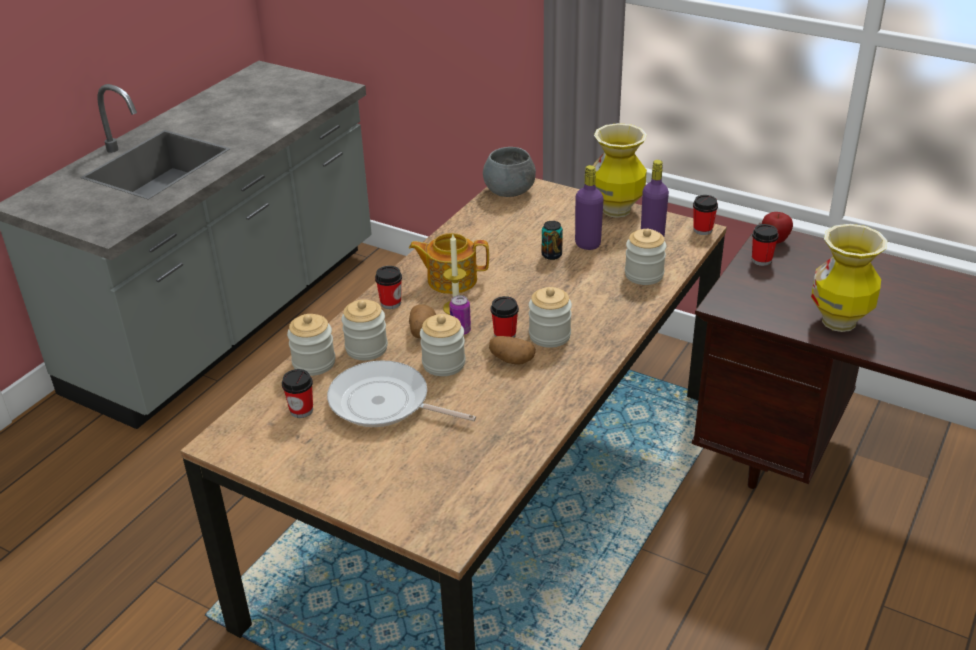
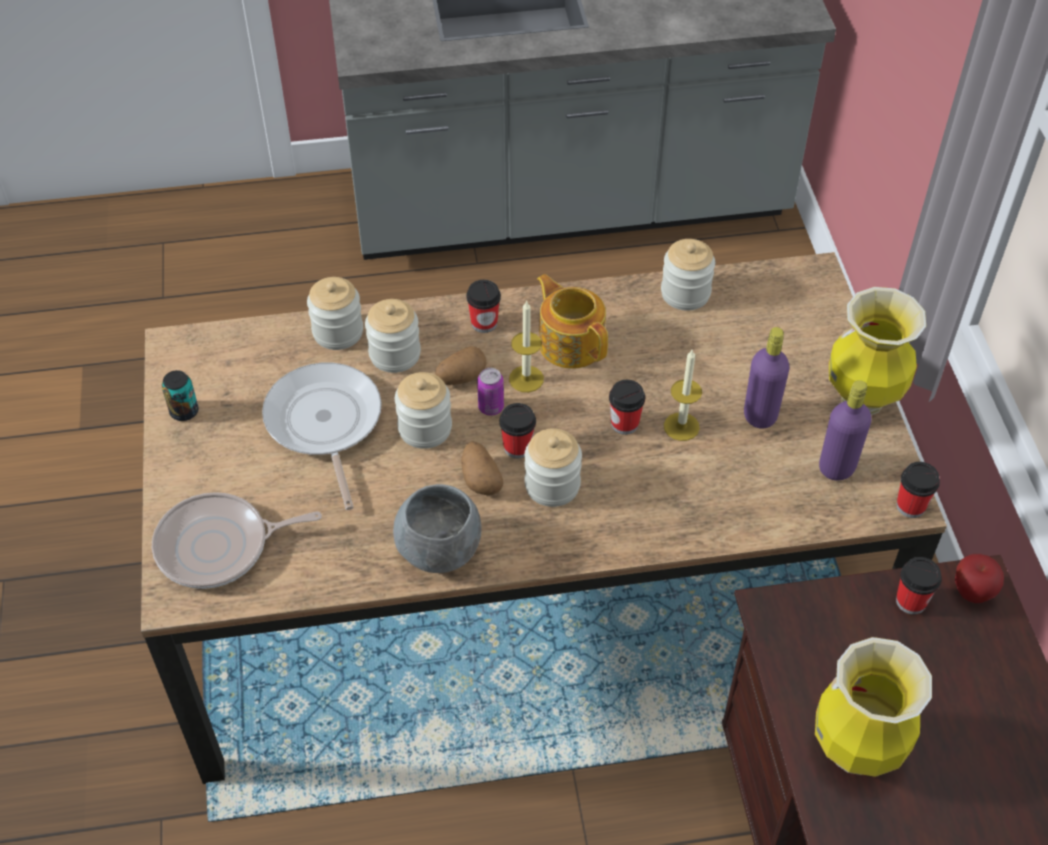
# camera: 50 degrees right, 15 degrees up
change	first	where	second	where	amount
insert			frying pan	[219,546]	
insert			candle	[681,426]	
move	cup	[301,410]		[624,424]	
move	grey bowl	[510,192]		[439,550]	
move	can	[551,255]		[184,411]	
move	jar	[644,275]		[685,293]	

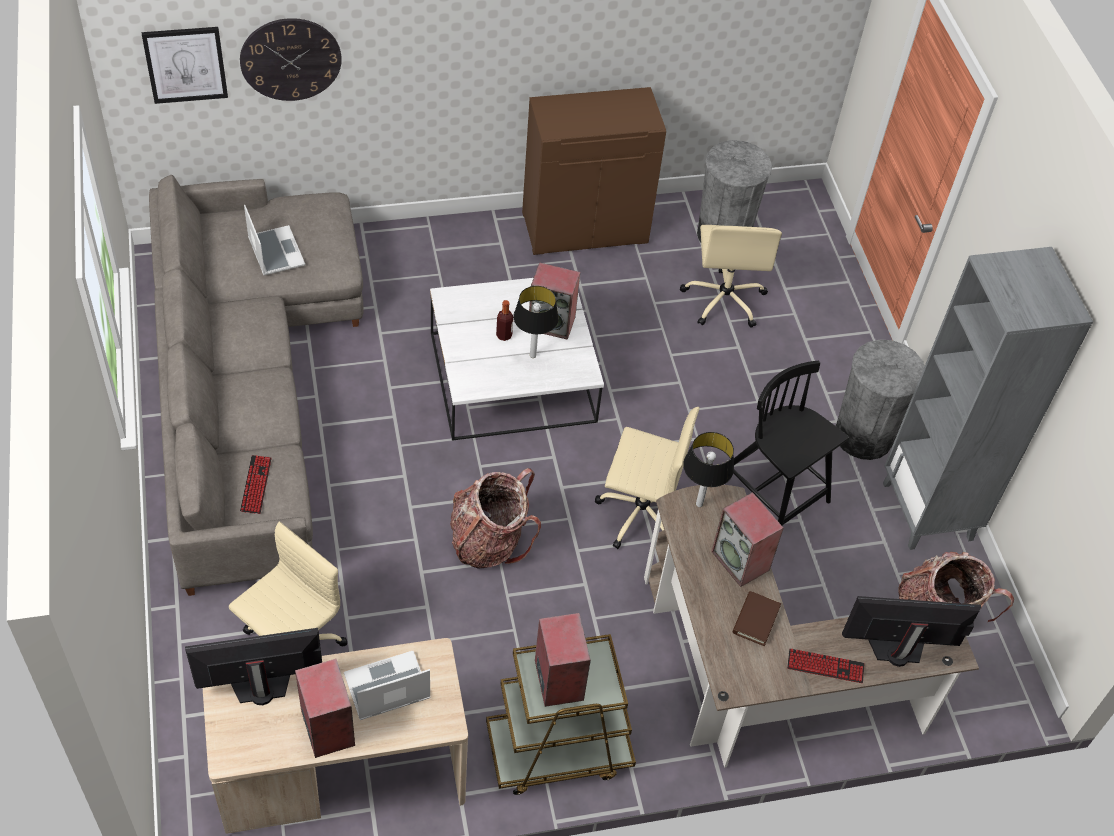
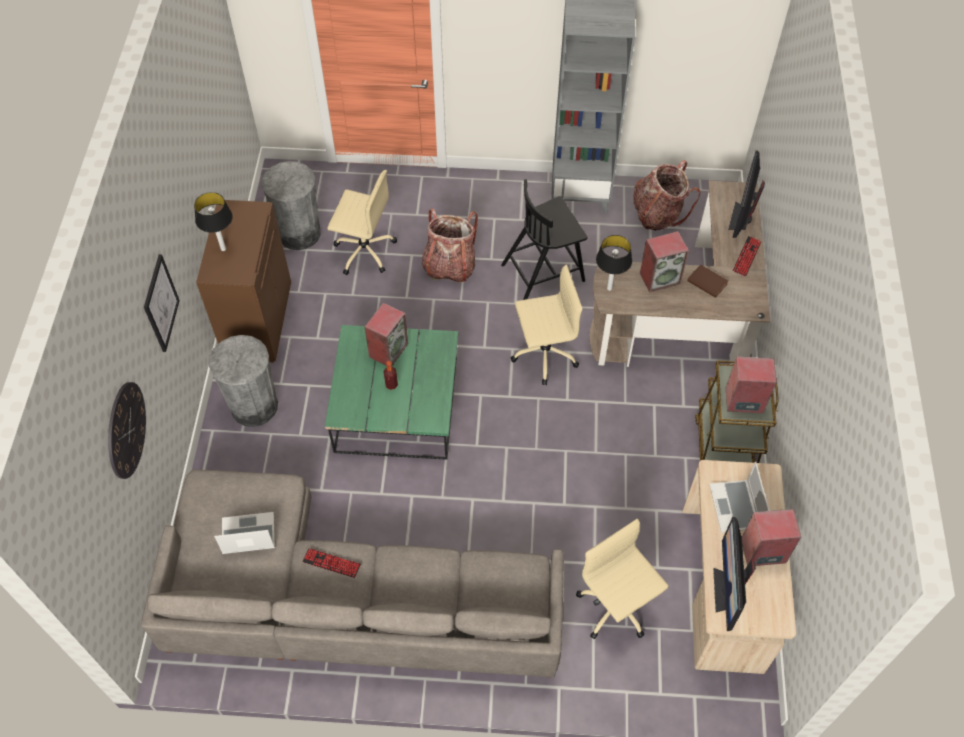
# camera: 70 degrees left, 5 degrees up
change	first	where	second	where	amount
move	picture	[185,64]		[160,303]	
move	keyboard	[256,485]		[331,563]	
move	backpack	[489,541]		[449,266]	
move	table lamp	[532,355]		[223,249]	
move	grey trash can	[863,436]		[254,406]	
recolor	white coffee table	[510,376]	green coffee table	[395,406]	
rotate	beige office chair	[639,512]		[543,354]	45 degrees clockwise

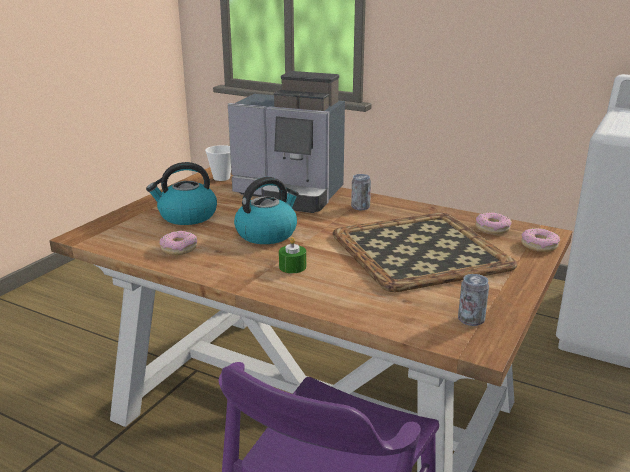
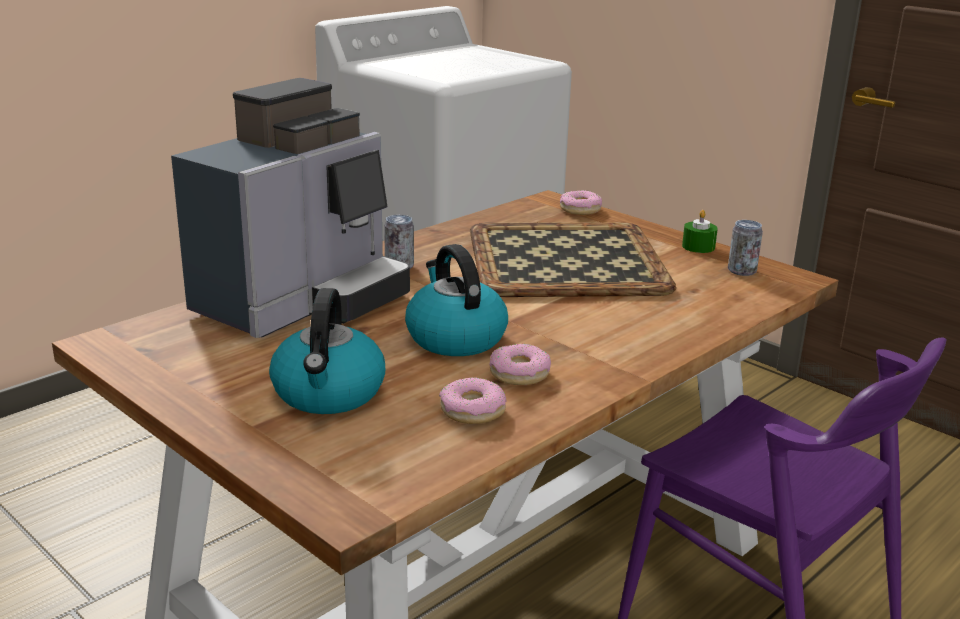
# camera: 75 degrees left, 0 degrees up
change	first	where	second	where	amount
delete	cup	[221,178]			
move	green candle	[292,267]		[698,247]	
move	donut	[492,228]		[519,373]	

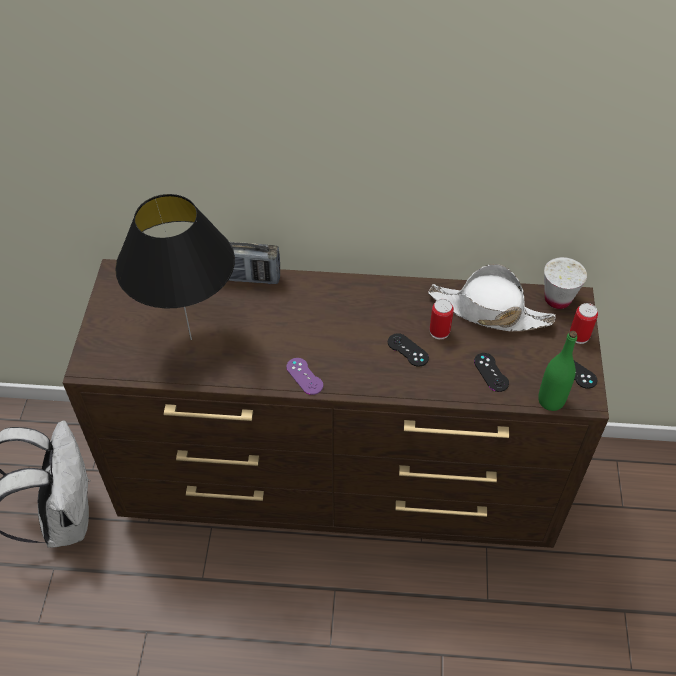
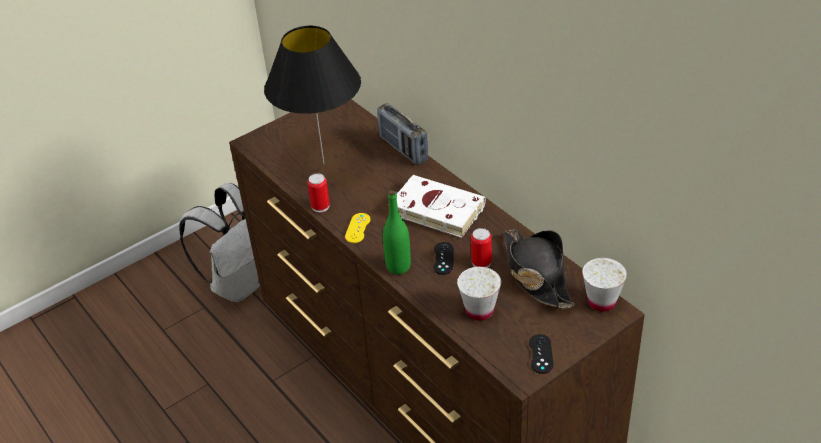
# camera: 50 degrees right, 10 degrees down
change	first	where	second	where	amount
insert			white book	[434,210]	
move	green bottle	[551,400]		[398,266]	
move	can	[579,336]		[320,206]	
replace	black game controller	[491,372]	white cup	[479,311]	
recolor	purple game controller	[304,376]	yellow game controller	[357,228]	
recolor	white hat	[489,311]	black hat	[536,274]	

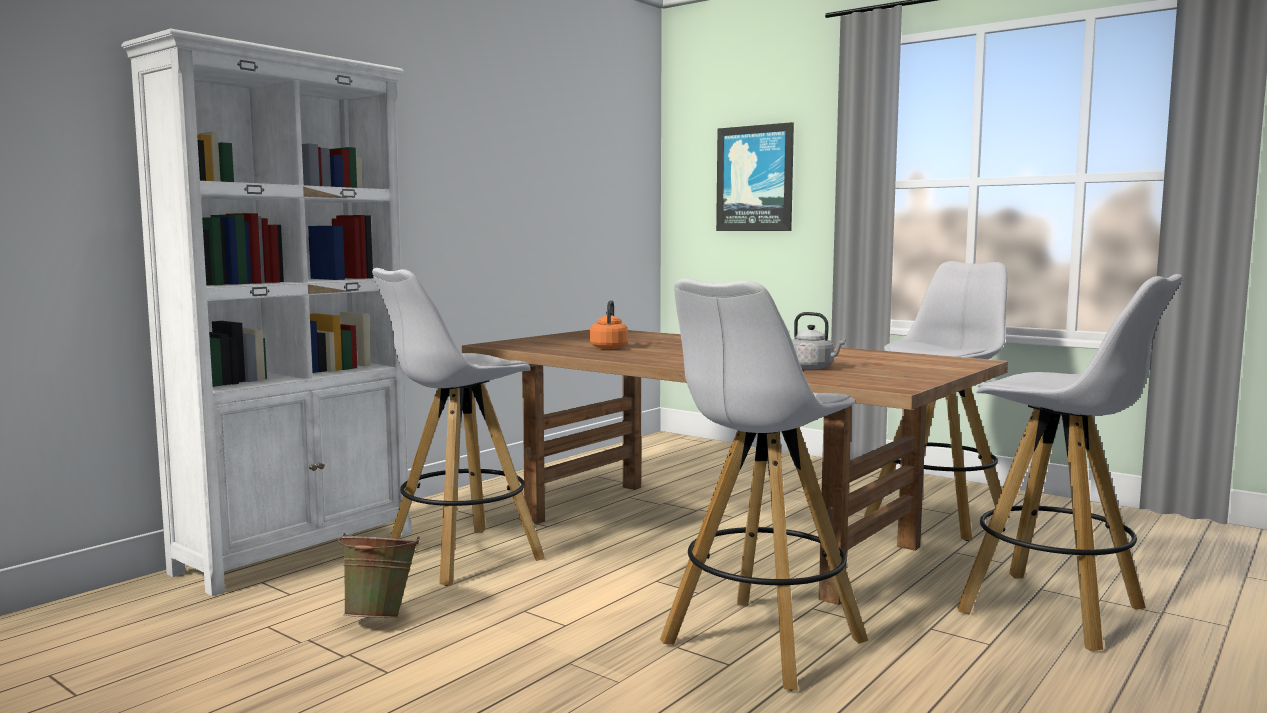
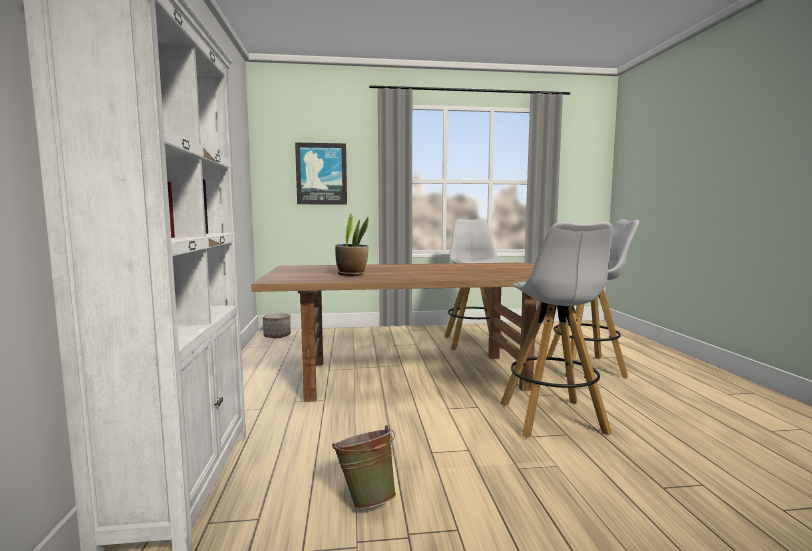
# camera: 45 degrees left, 0 degrees up
change	first	where	second	where	amount
delete	white stool	[461,557]			
delete	grey kettle	[813,368]			
insert			planter	[277,336]	
replace	orange kettle	[609,347]	potted plant	[352,274]	

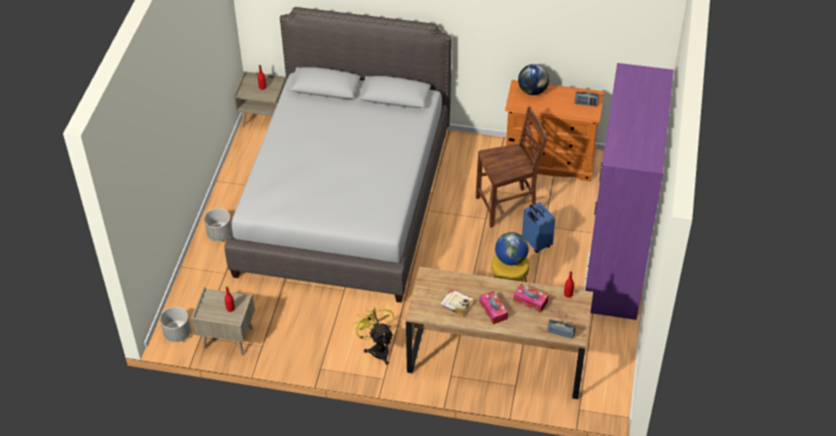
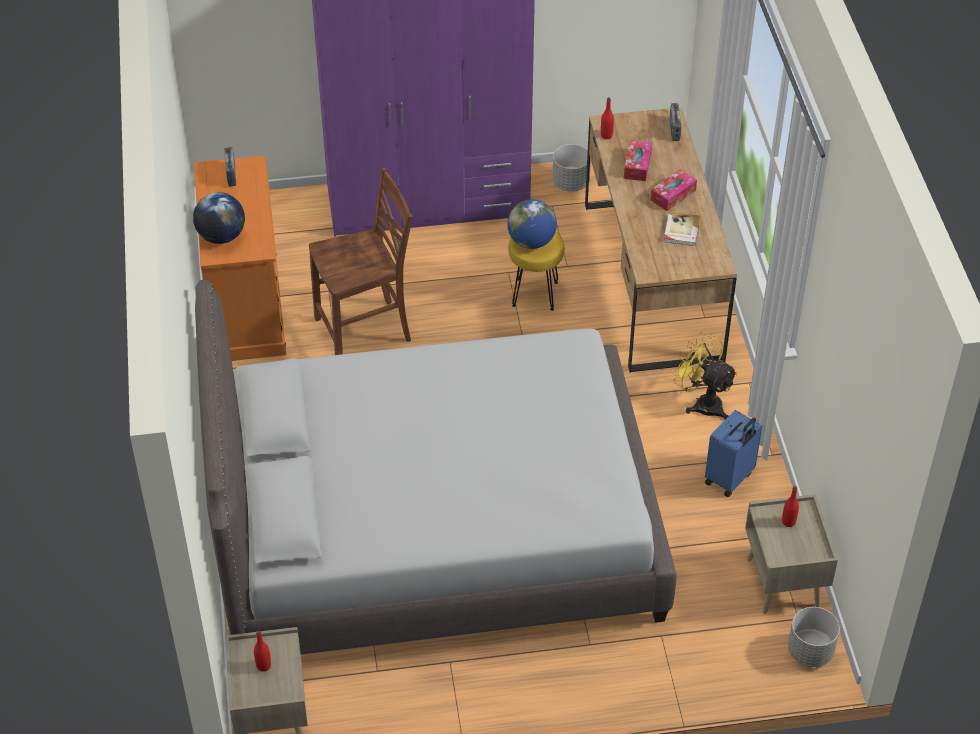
# camera: 110 degrees left, 0 degrees up
change	first	where	second	where	amount
move	grey planter	[219,234]		[570,183]	
move	blue suitcase	[535,243]		[730,478]	
rotate	yellow fan	[378,348]		[702,403]	90 degrees clockwise
rotate	brown chair	[508,207]		[365,331]	105 degrees clockwise

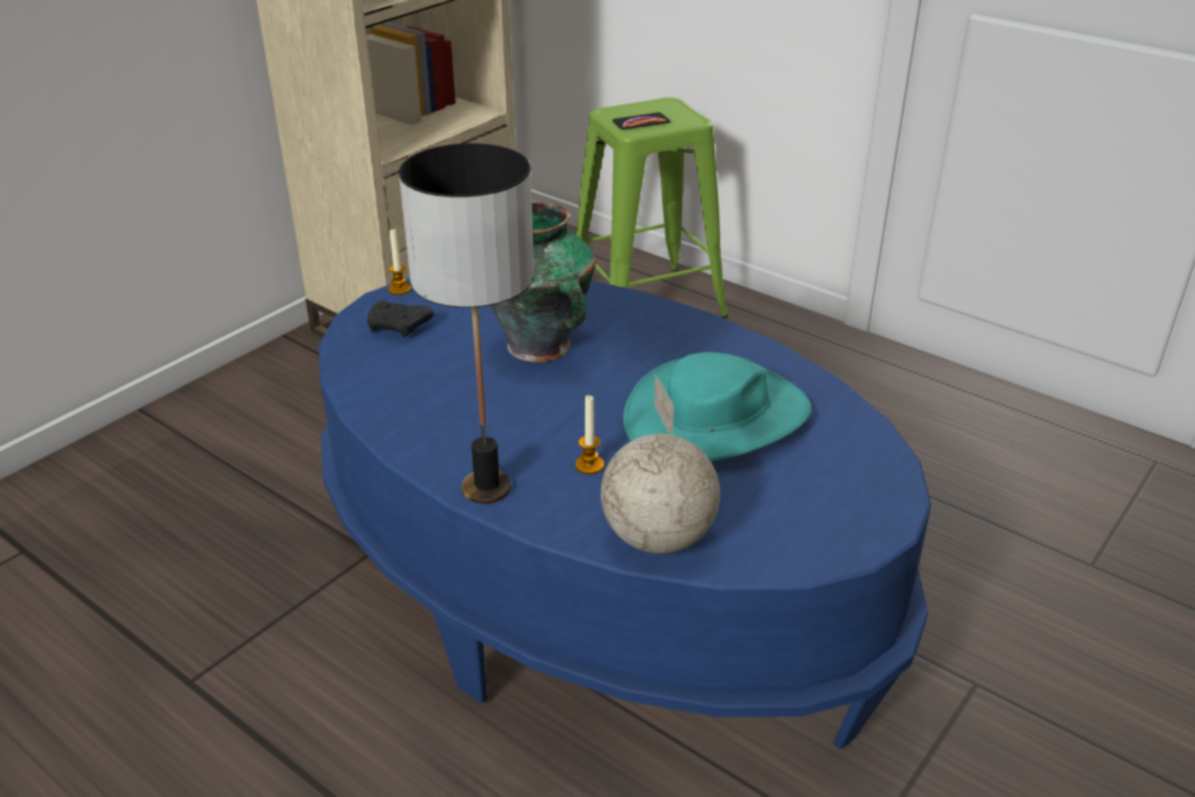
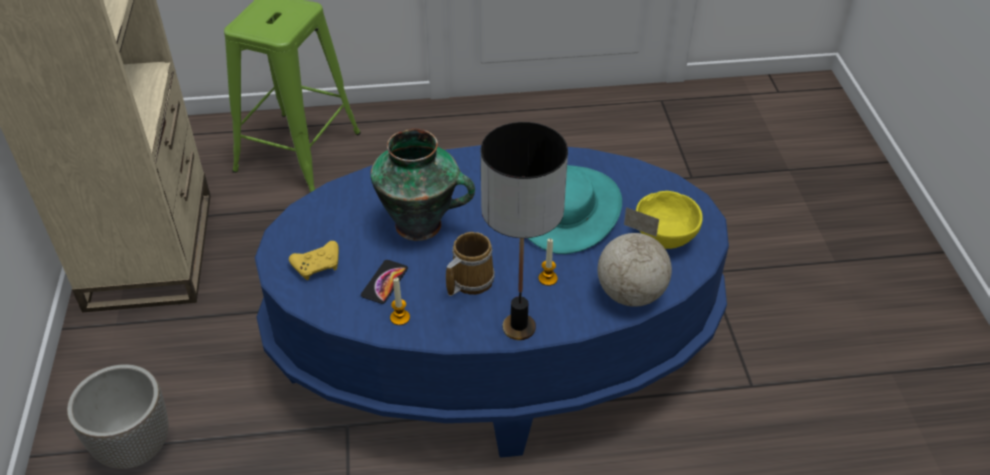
# camera: 45 degrees left, 10 degrees up
change	first	where	second	where	amount
insert			planter	[136,447]	
insert			mug	[469,280]	
insert			yellow bowl	[665,237]	
move	candle	[399,289]		[400,318]	
move	phone	[641,122]		[384,282]	
recolor	black game controller	[399,327]	yellow game controller	[318,265]	

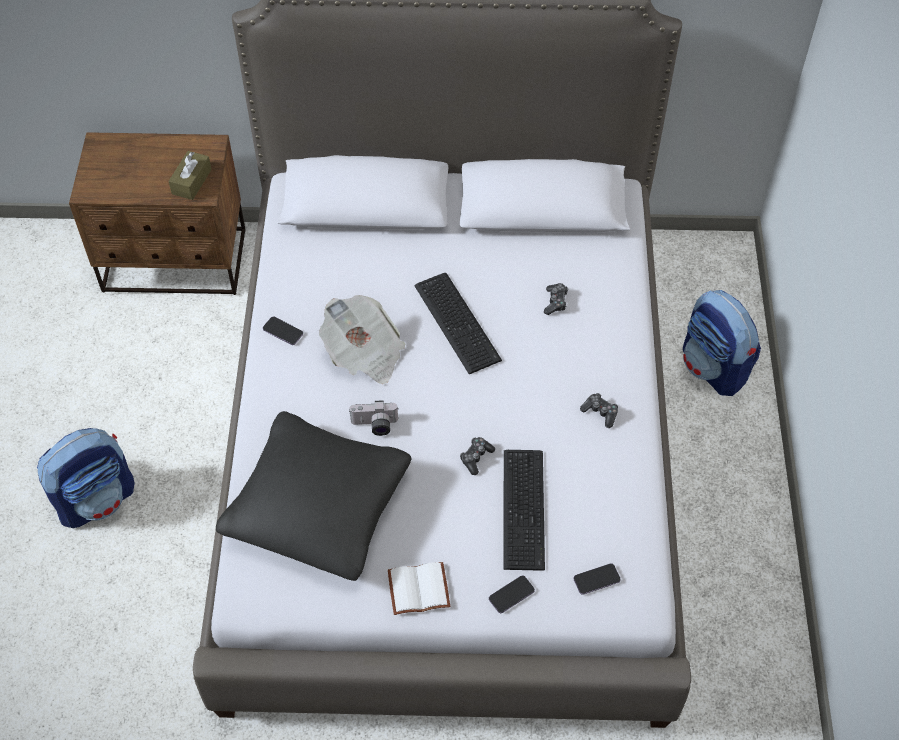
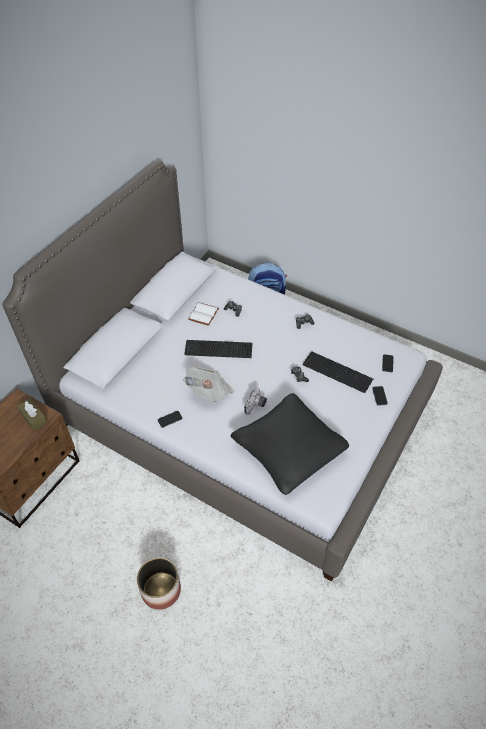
# camera: 60 degrees left, 5 degrees down
change	first	where	second	where	amount
move	white book	[418,591]		[204,315]	
replace	backpack	[97,499]	planter	[160,589]	

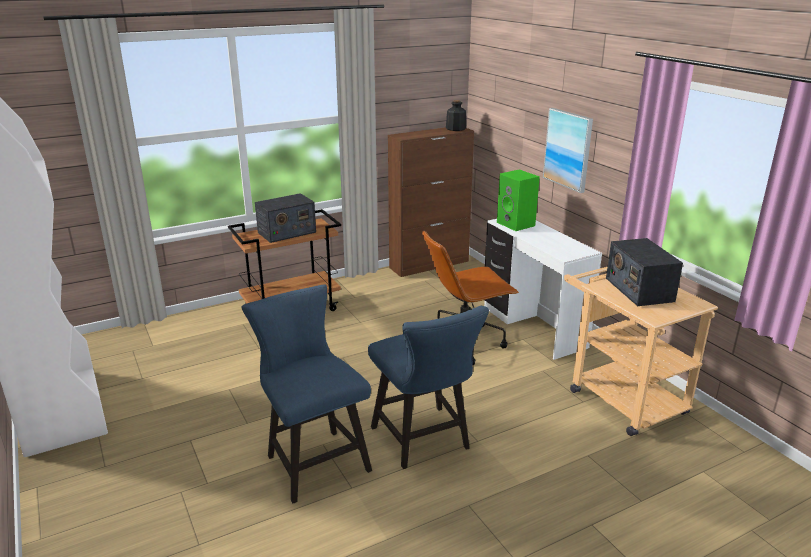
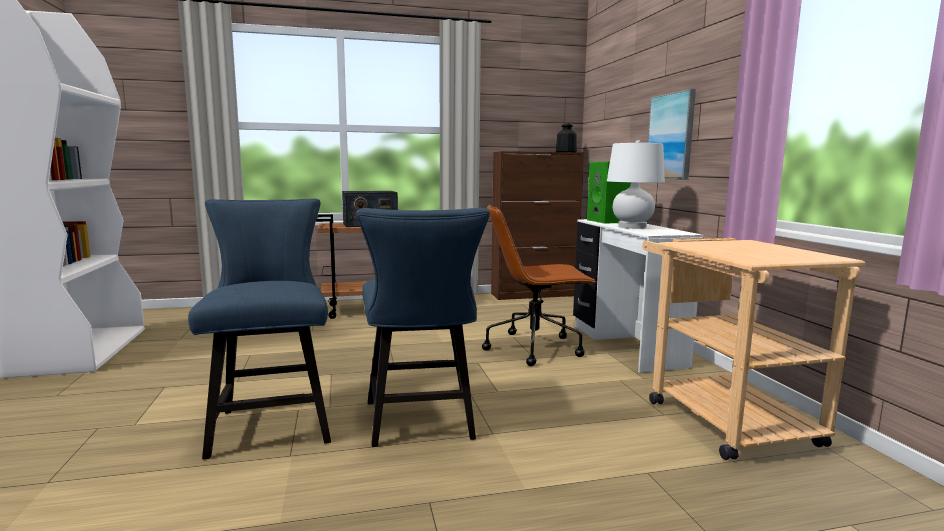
# camera: 15 degrees right, 15 degrees down
change	first	where	second	where	amount
delete	radio	[639,289]			
insert			white table lamp	[632,227]	

